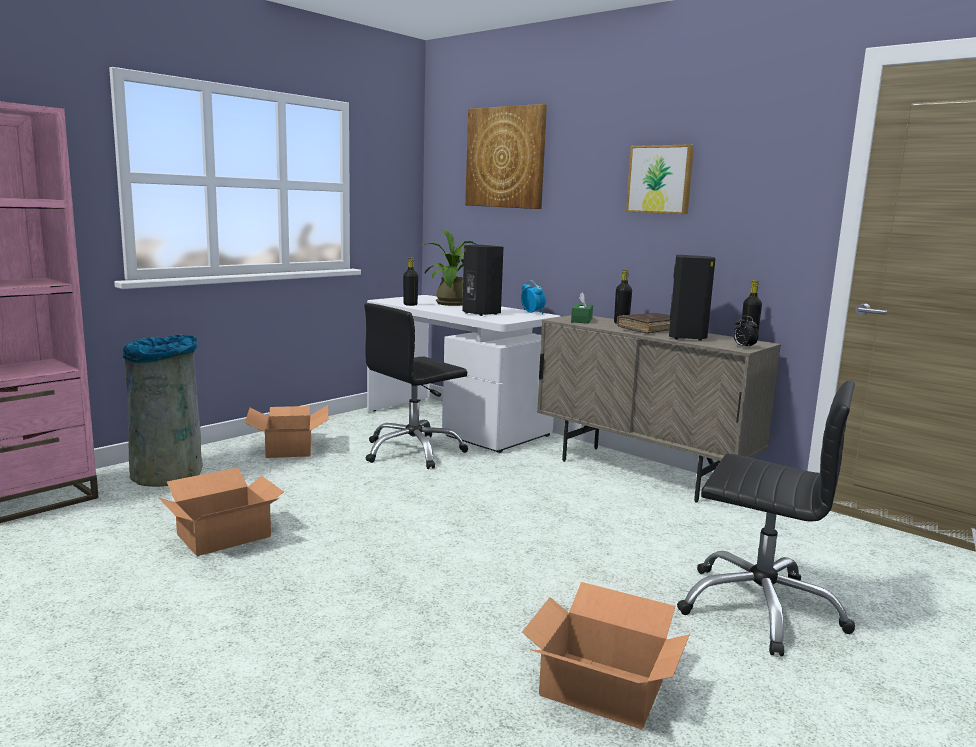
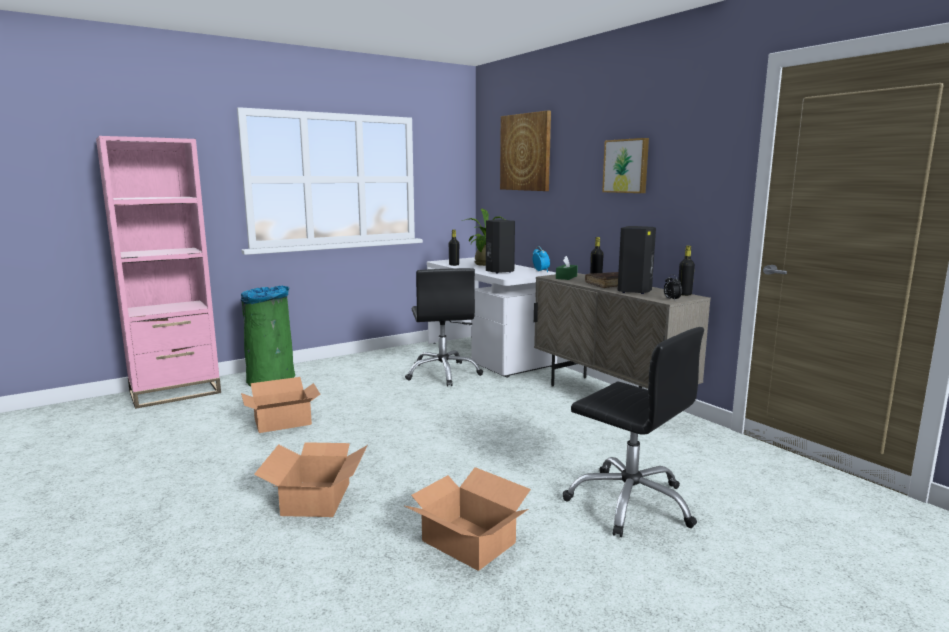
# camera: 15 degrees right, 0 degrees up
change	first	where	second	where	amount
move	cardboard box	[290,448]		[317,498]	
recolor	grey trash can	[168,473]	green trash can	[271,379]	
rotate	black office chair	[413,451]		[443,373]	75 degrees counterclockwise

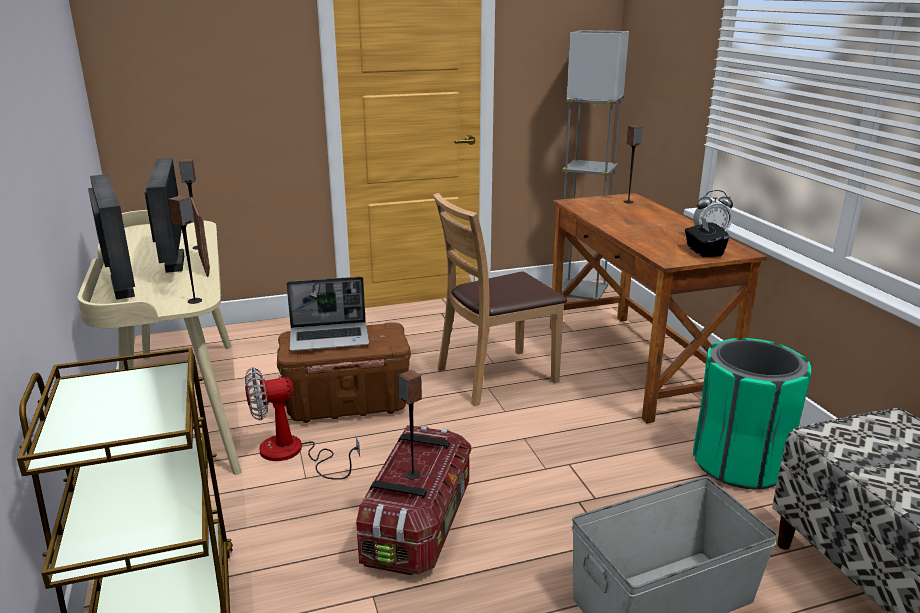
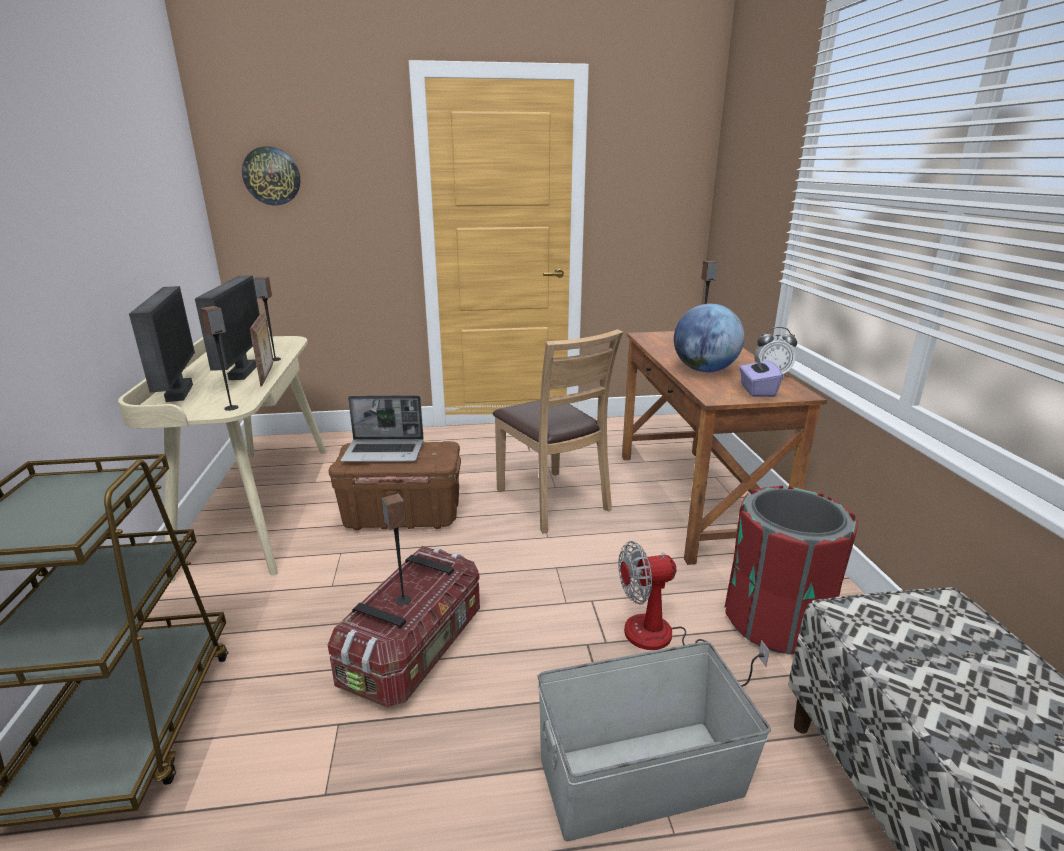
# camera: 10 degrees right, 0 degrees up
change	first	where	second	where	amount
delete	grey floor lamp	[581,296]			
insert			wall clock	[271,176]	
insert			globe	[704,370]	
move	fan	[293,454]		[664,641]	
recolor	black tissue box	[703,251]	purple tissue box	[757,391]	
recolor	green trash can	[740,463]	red trash can	[776,621]	
rotate	brown chair	[496,376]		[552,501]	105 degrees counterclockwise

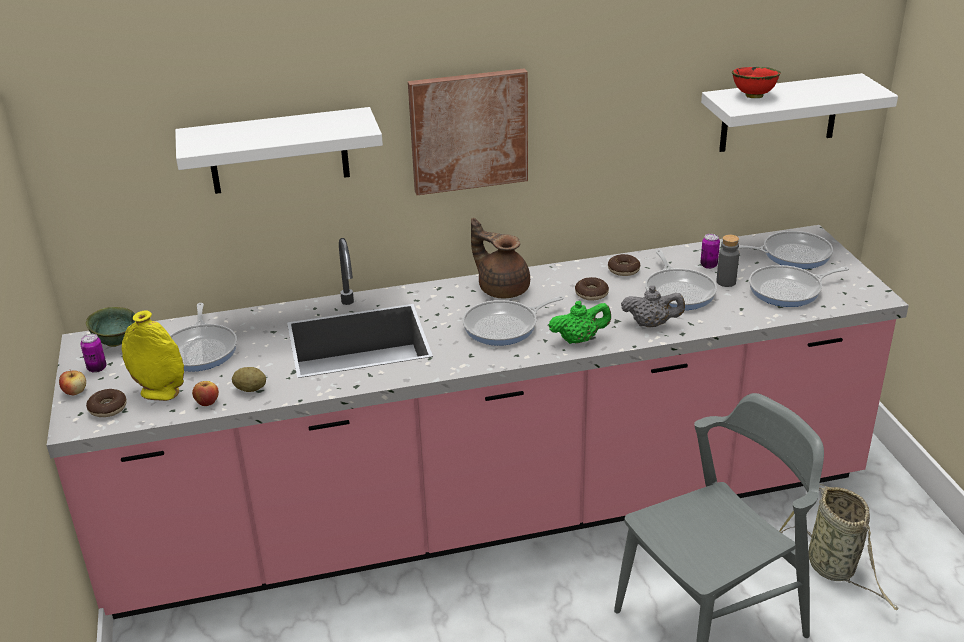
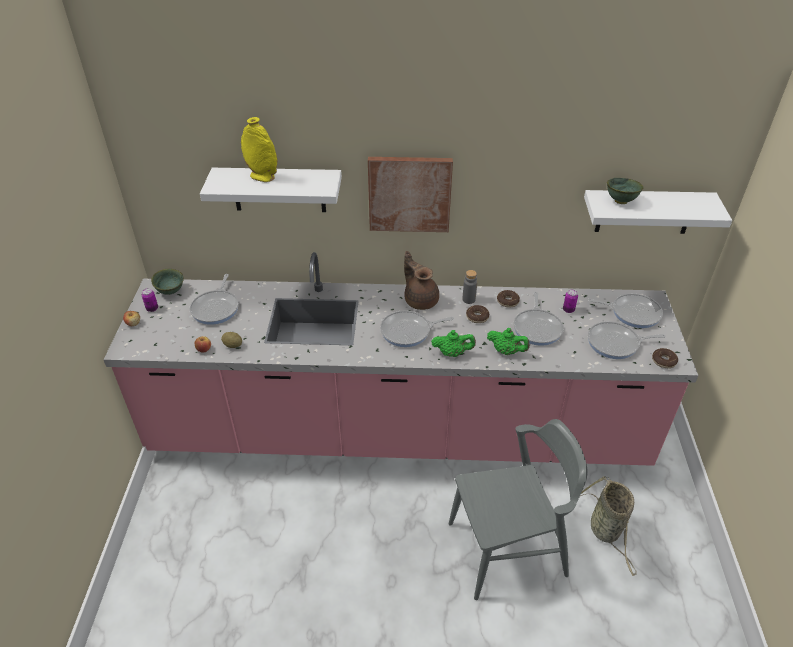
# camera: 15 degrees right, 10 degrees up
change	first	where	second	where	amount
move	donut	[108,408]		[663,361]	
move	yellow vase	[160,393]		[262,177]	
move	grey bottle	[726,282]		[468,299]	
recolor	grey teapot	[651,324]	green teapot	[506,351]	
recolor	red bowl	[752,96]	green bowl	[620,201]	

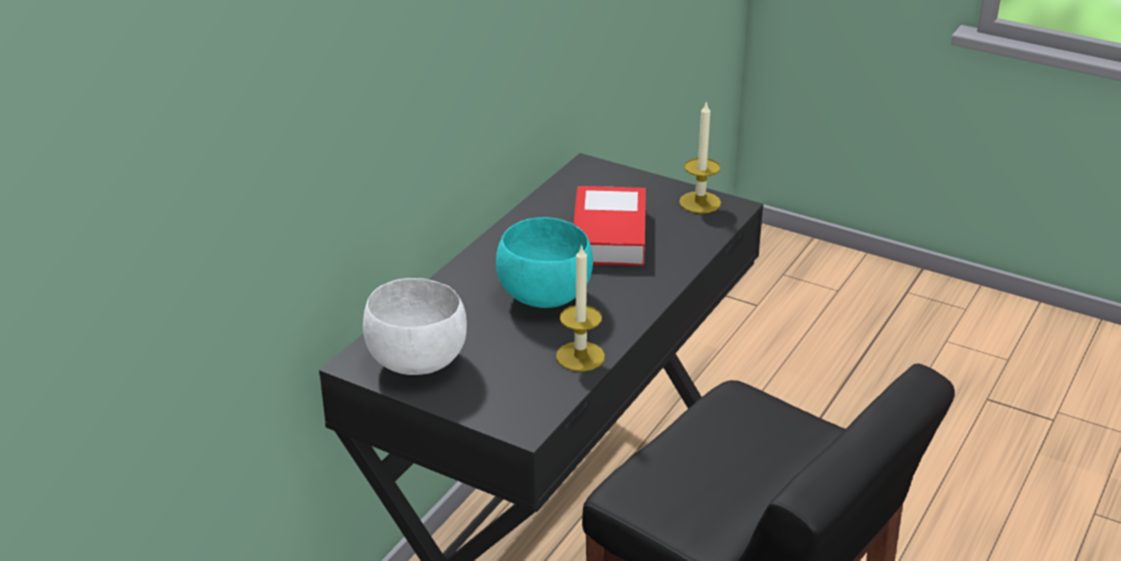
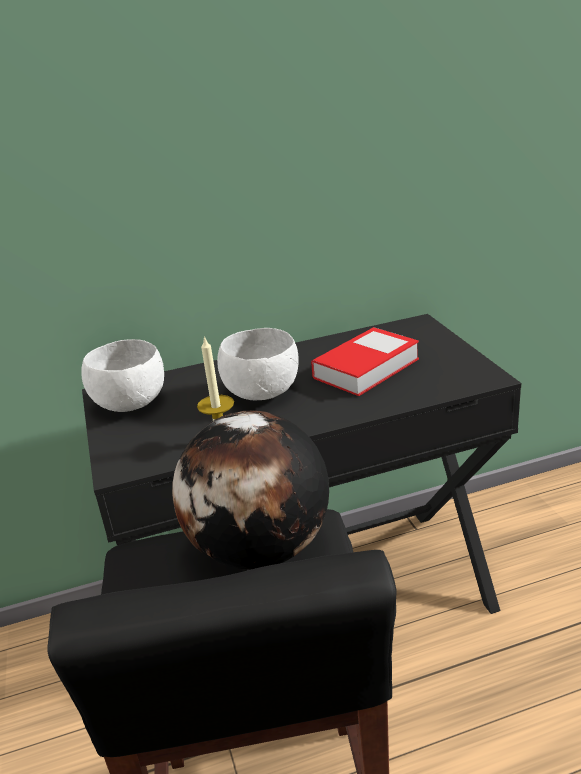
# camera: 45 degrees right, 5 degrees down
change	first	where	second	where	amount
delete	candle	[700,202]			
insert			globe	[260,550]	
recolor	turquoise bowl	[543,296]	white bowl	[262,392]	

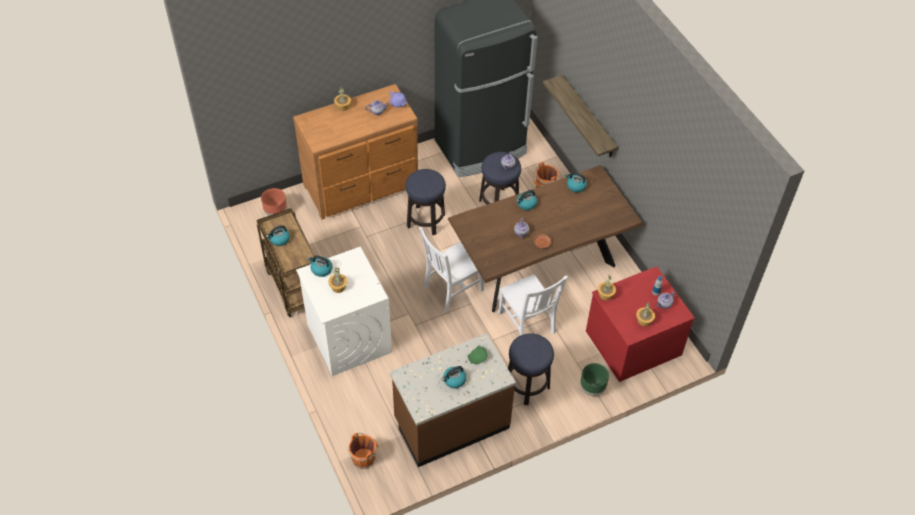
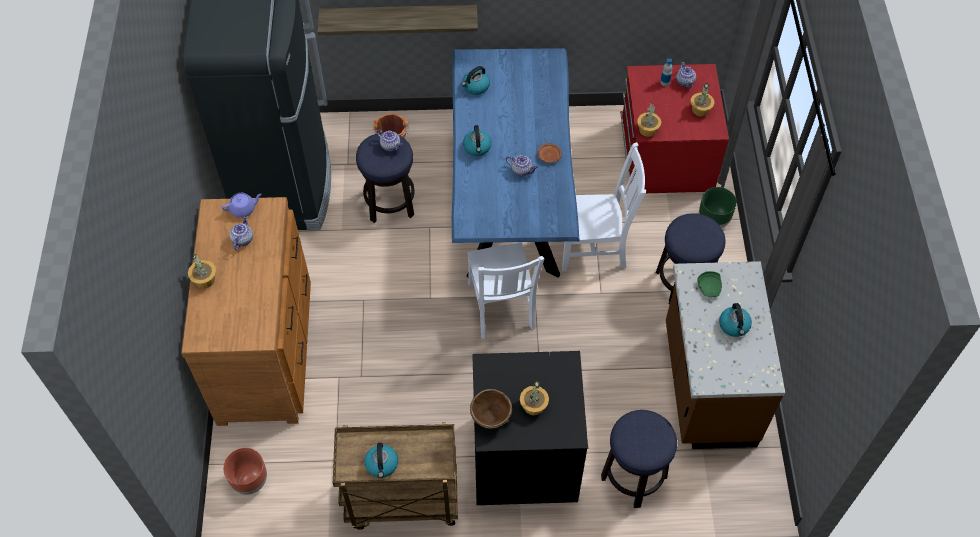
# camera: 65 degrees left, 5 degrees up
change	first	where	second	where	amount
delete	orange bucket	[364,458]			
move	stool	[426,220]		[633,476]	
replace	kettle	[321,269]	brown bowl	[491,417]	
recolor	white washing machine	[348,338]	black washing machine	[524,459]	
recolor	brown dining table	[539,264]	blue dining table	[510,199]	

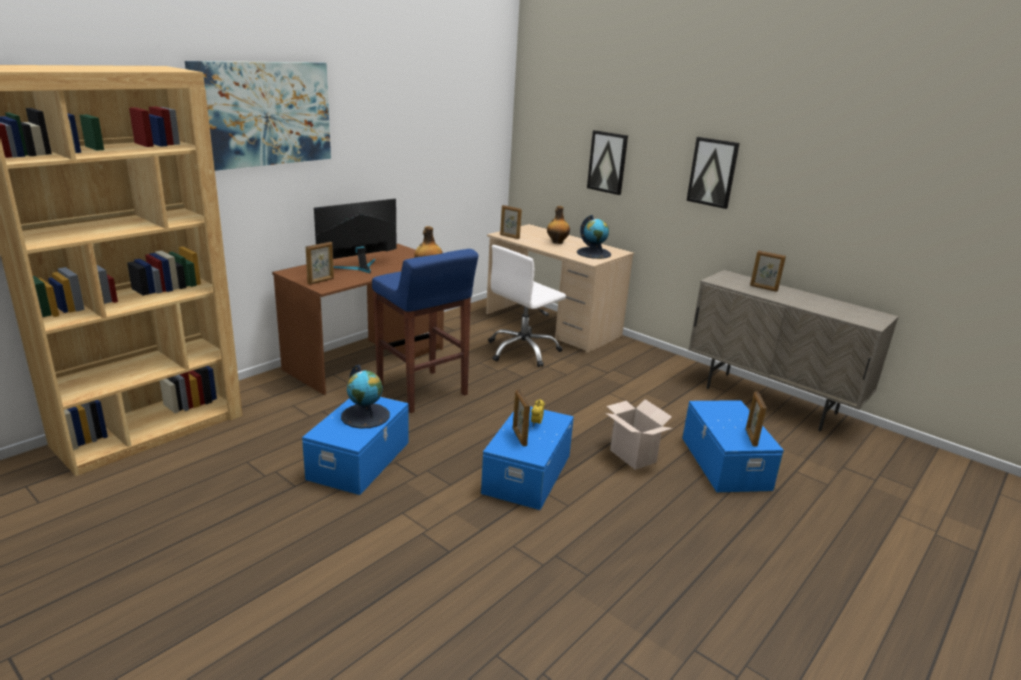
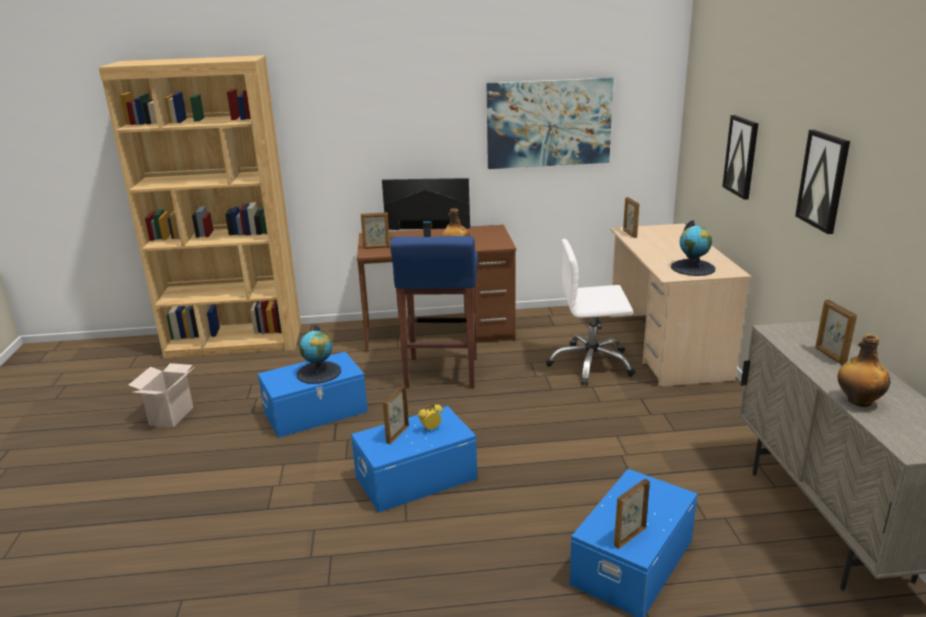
# camera: 45 degrees right, 0 degrees up
change	first	where	second	where	amount
move	picture	[263,114]		[549,123]	
move	bottle	[557,242]		[858,401]	
move	cardboard box	[631,456]		[171,415]	

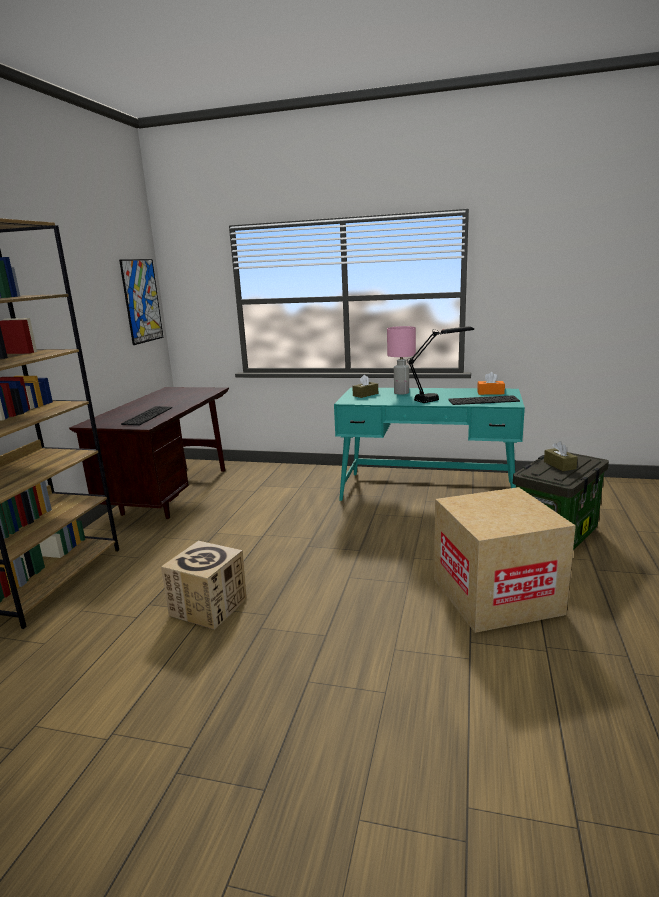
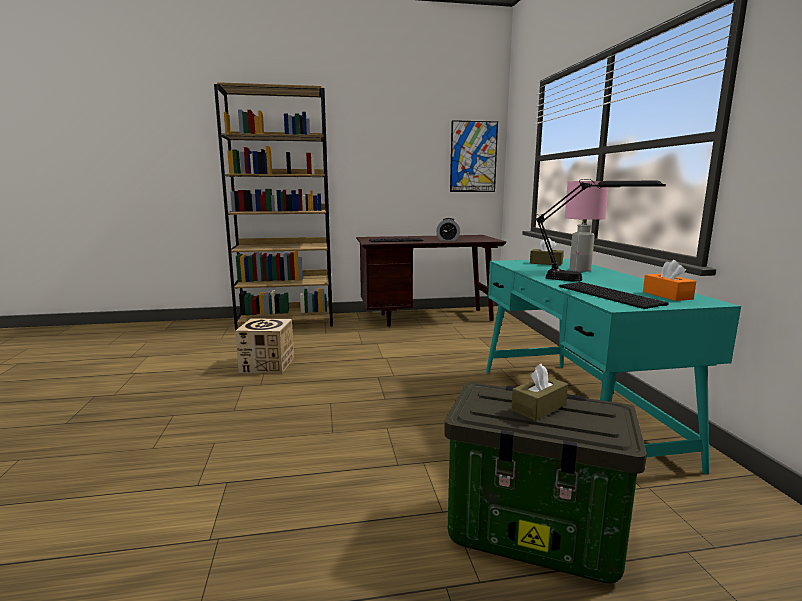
# camera: 65 degrees right, 5 degrees down
change	first	where	second	where	amount
delete	cardboard box	[496,596]			
insert			alarm clock	[448,240]	

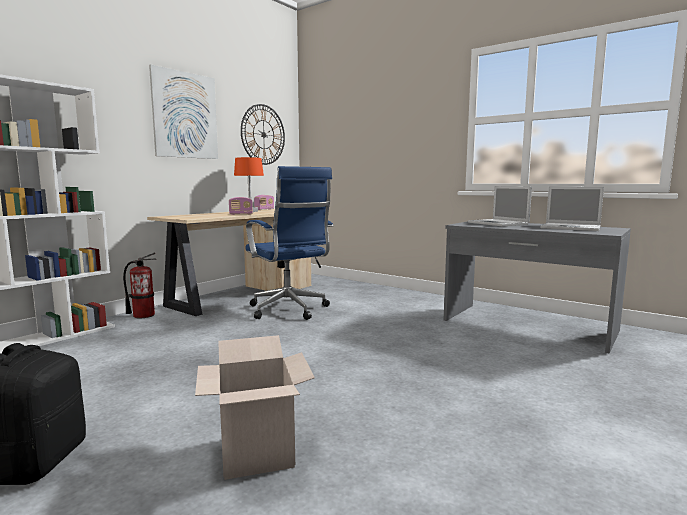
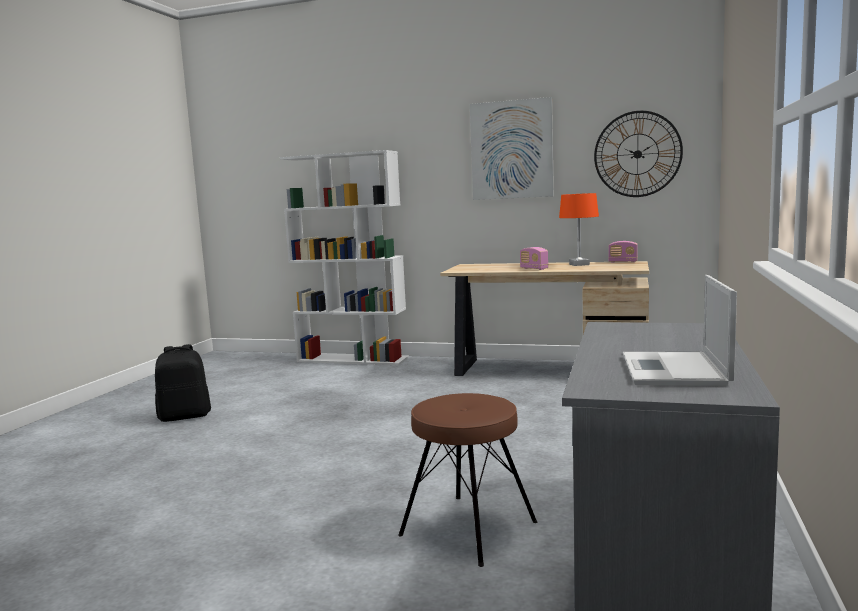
# camera: 70 degrees right, 0 degrees up
change	first	where	second	where	amount
delete	fire extinguisher	[143,315]			
delete	cardboard box	[257,452]			
delete	blue office chair	[289,310]			
delete	laptop	[498,223]			
insert			brown stool	[468,528]	

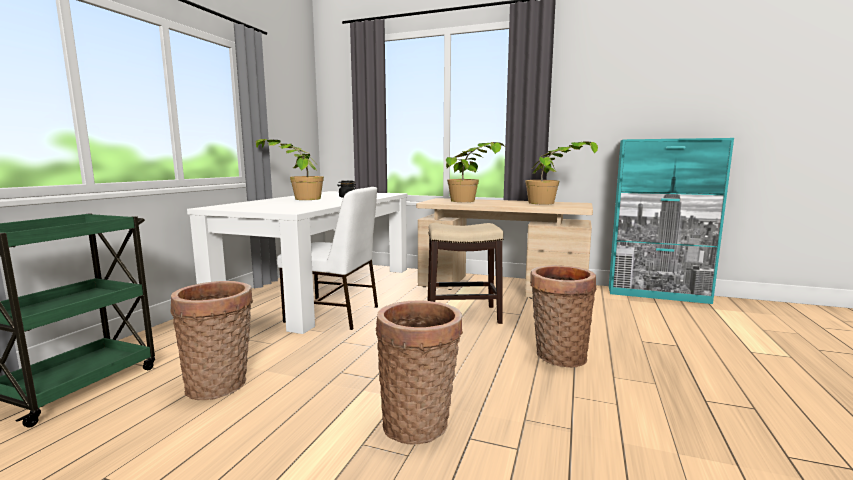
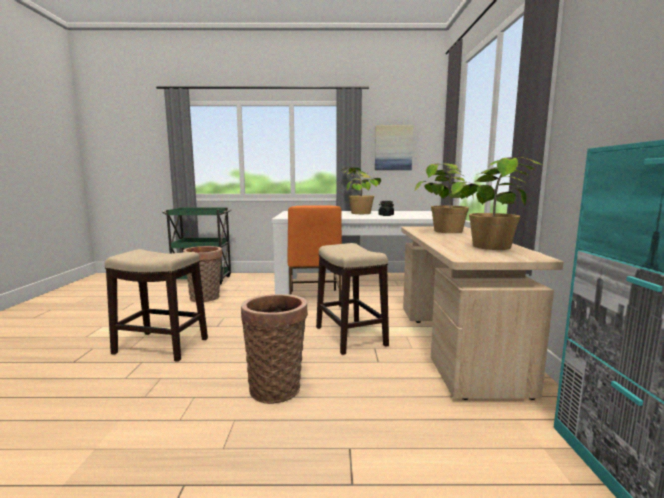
# camera: 70 degrees right, 0 degrees up
change	first	where	second	where	amount
insert			picture	[393,148]	
replace	basket	[419,422]	stool	[162,346]	
recolor	white chair	[334,314]	orange chair	[313,298]	

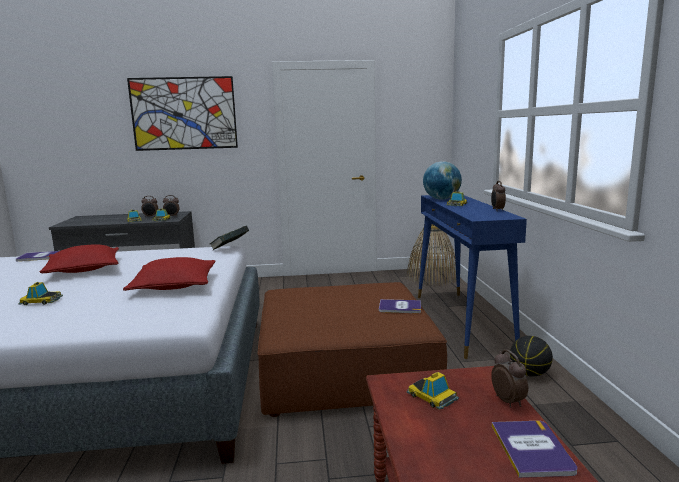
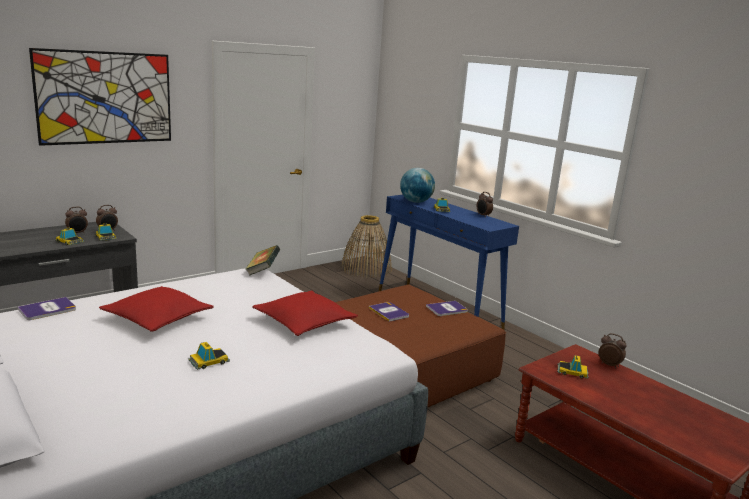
# camera: 35 degrees left, 5 degrees up
change	first	where	second	where	amount
delete	basketball	[530,373]			
move	book	[532,449]		[389,312]	

